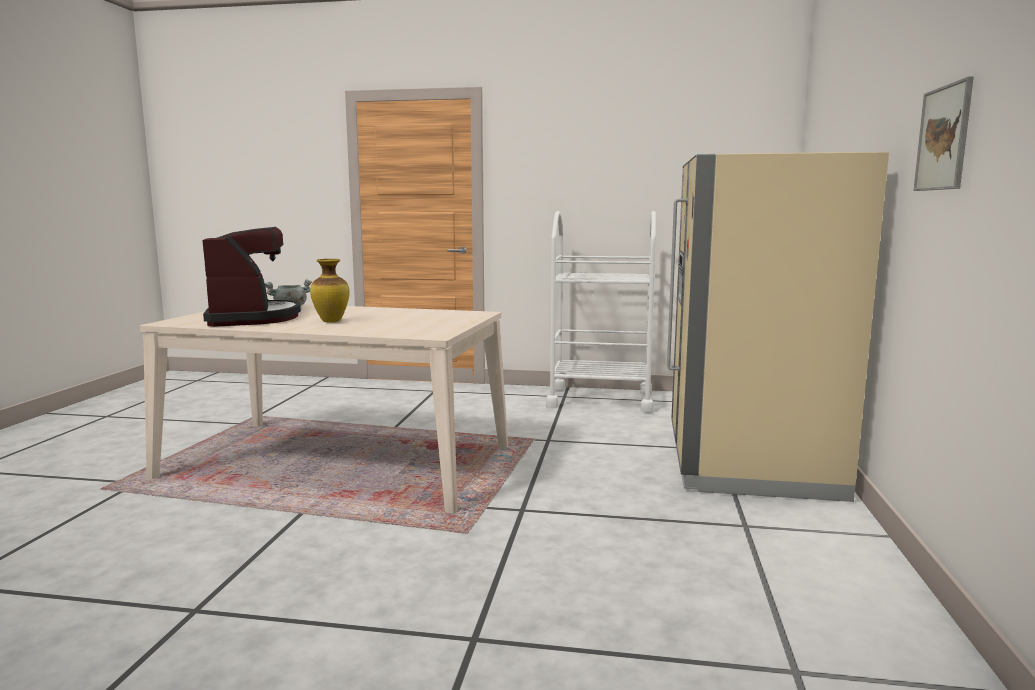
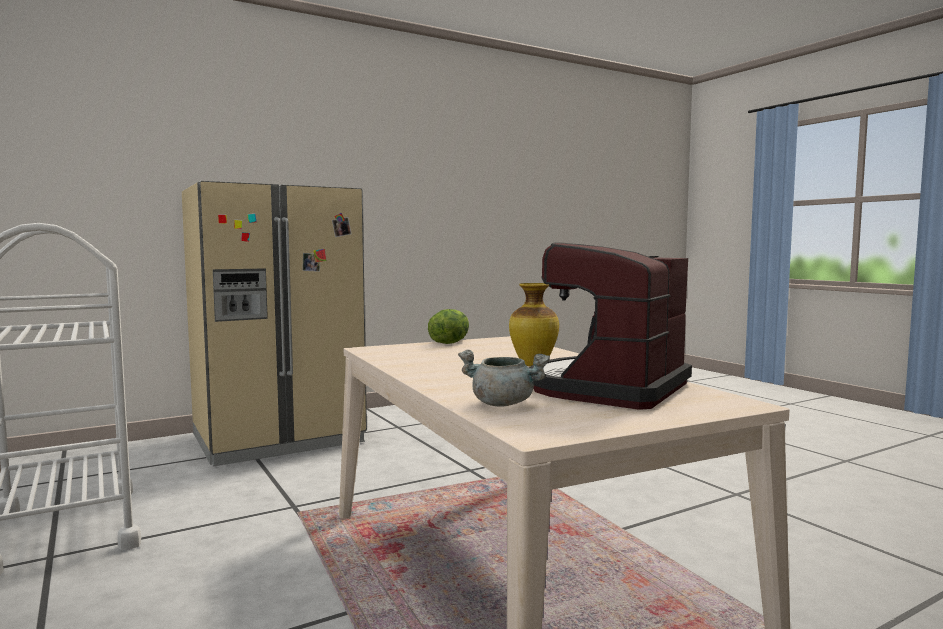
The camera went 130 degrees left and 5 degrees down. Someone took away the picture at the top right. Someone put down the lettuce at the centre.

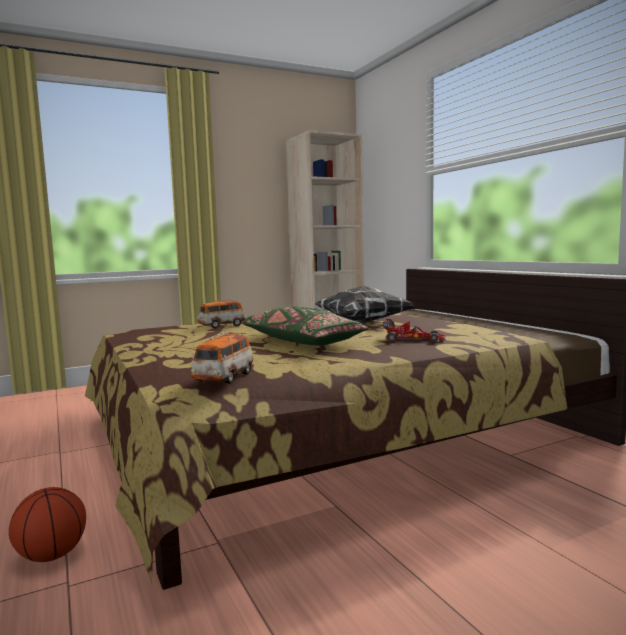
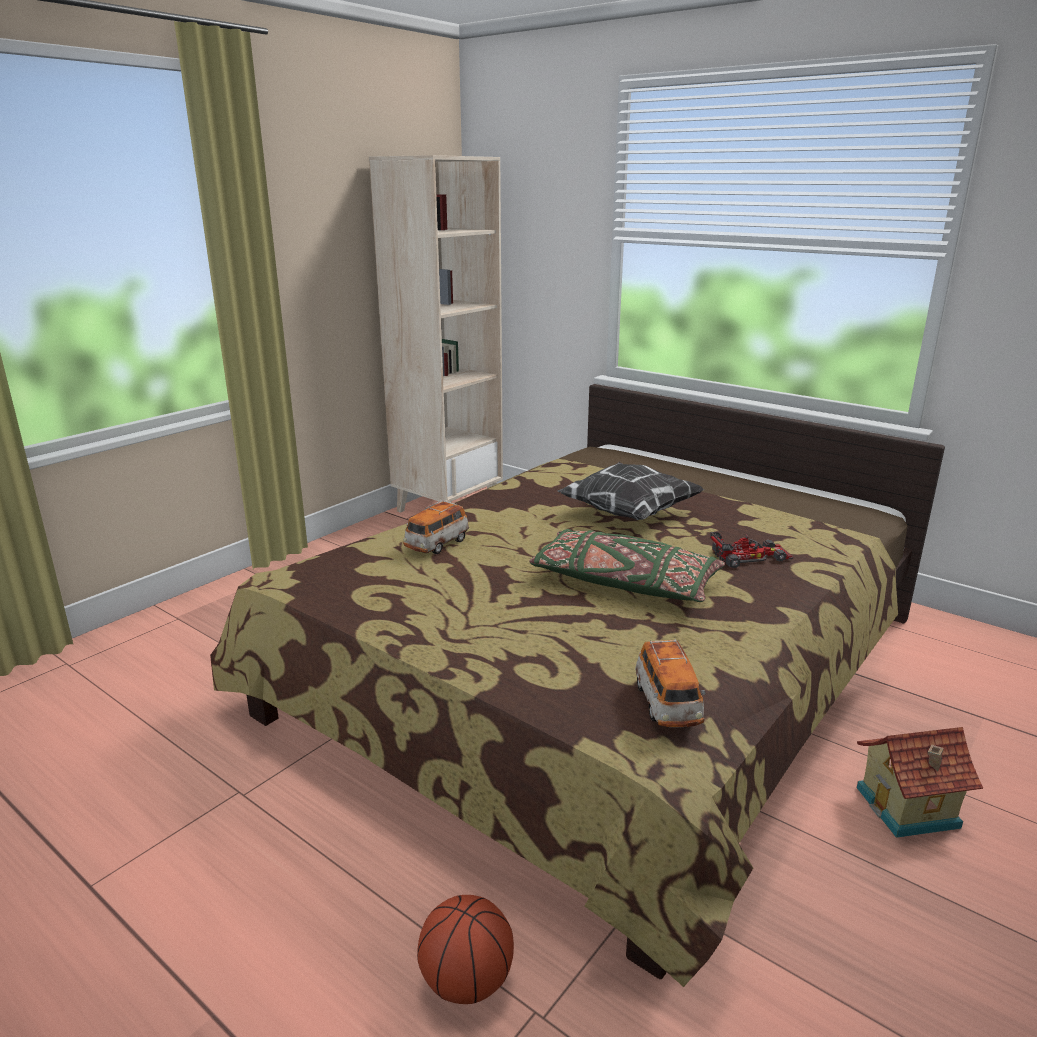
The camera went 25 degrees left and 15 degrees up. Someone put down the toy house at the bottom right.

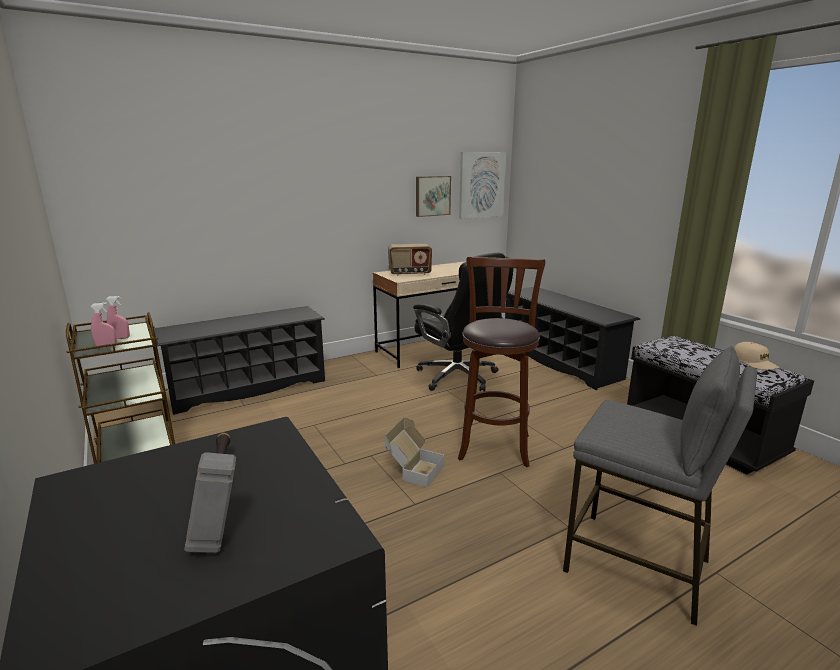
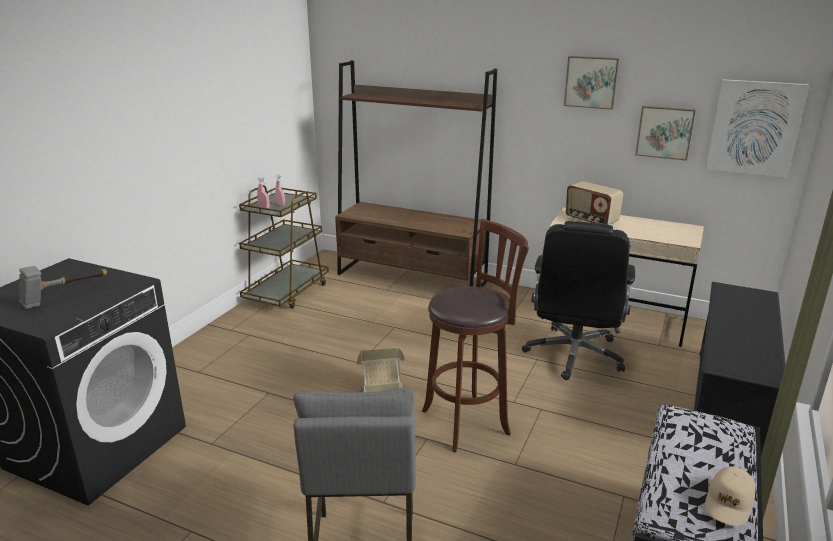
The camera went 55 degrees right and 5 degrees up. Someone put up the picture (no. 1 from left) at the top right. Someone swapped the shoe rack (black) (no. 1 from left) at the middle left for the bookcase (brown) at the top centre.

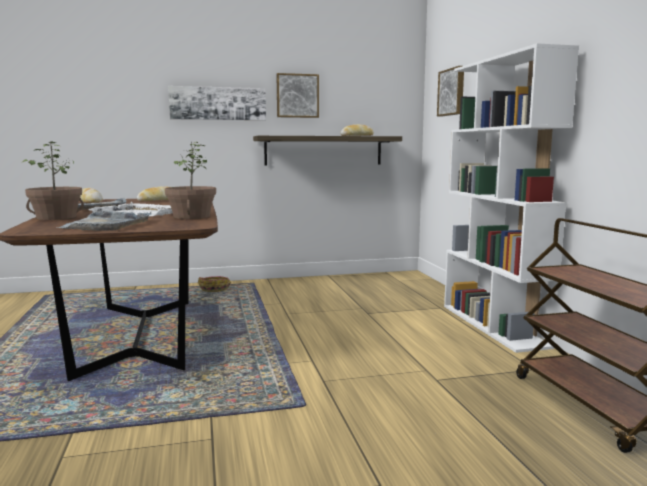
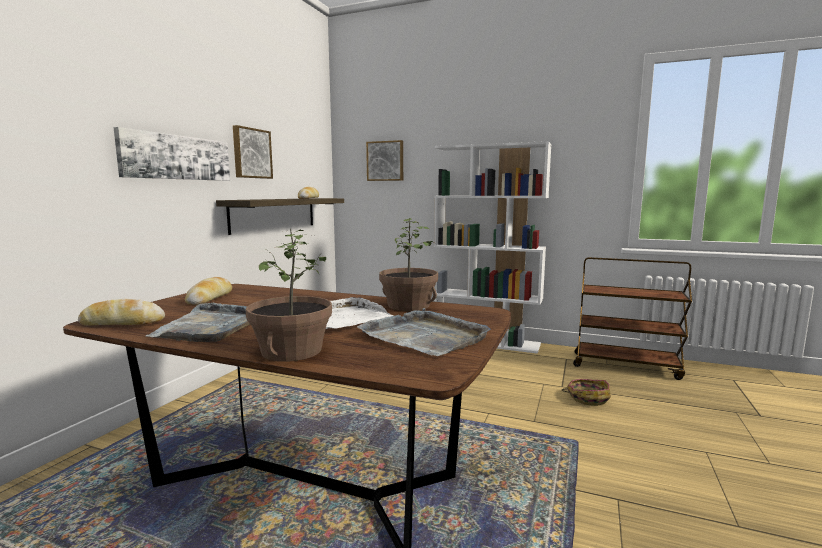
The camera went 55 degrees left and 0 degrees up. Someone carried the basket from the middle left to the bottom right.

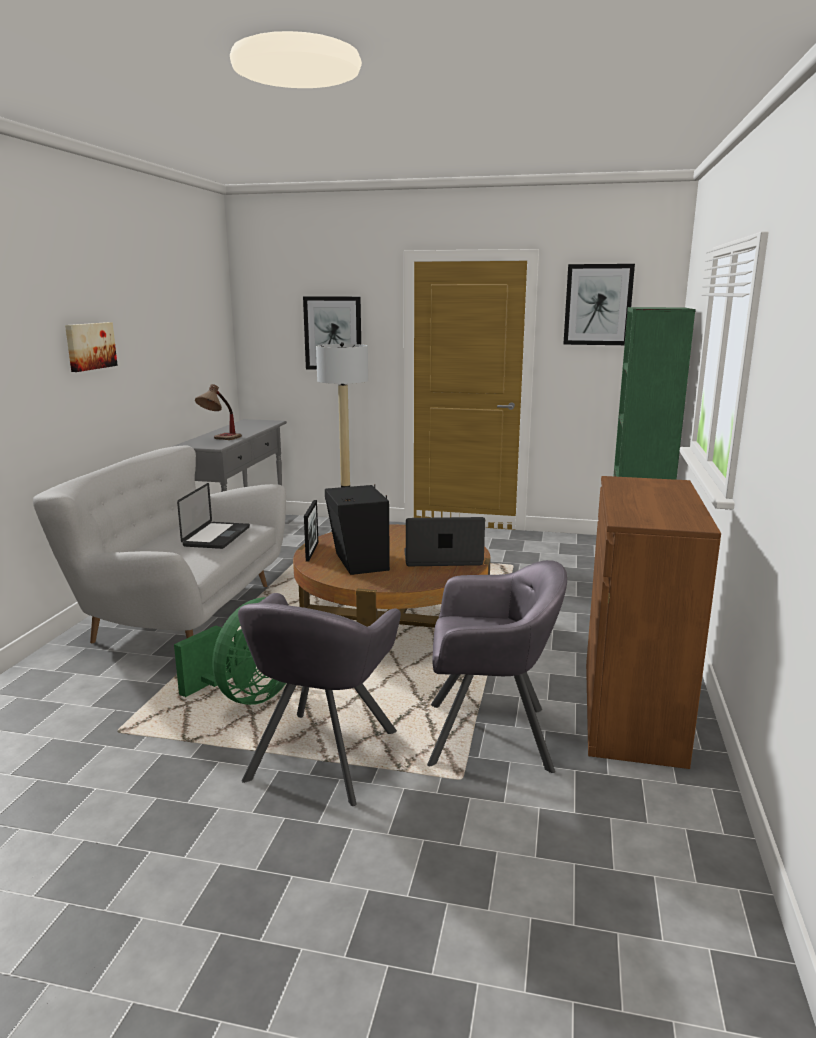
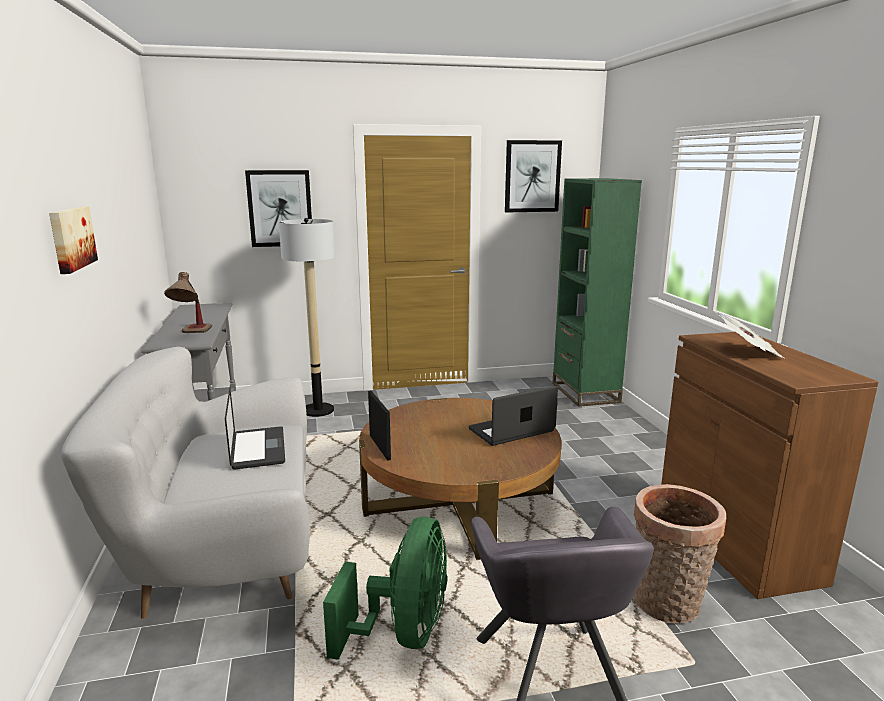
The camera went 25 degrees left and 0 degrees up. Someone took away the speaker (black) at the centre. Someone put down the newspaper at the middle right. Someone swapped the armchair (grey) (no. 2 from left) at the centre for the basket at the bottom right.

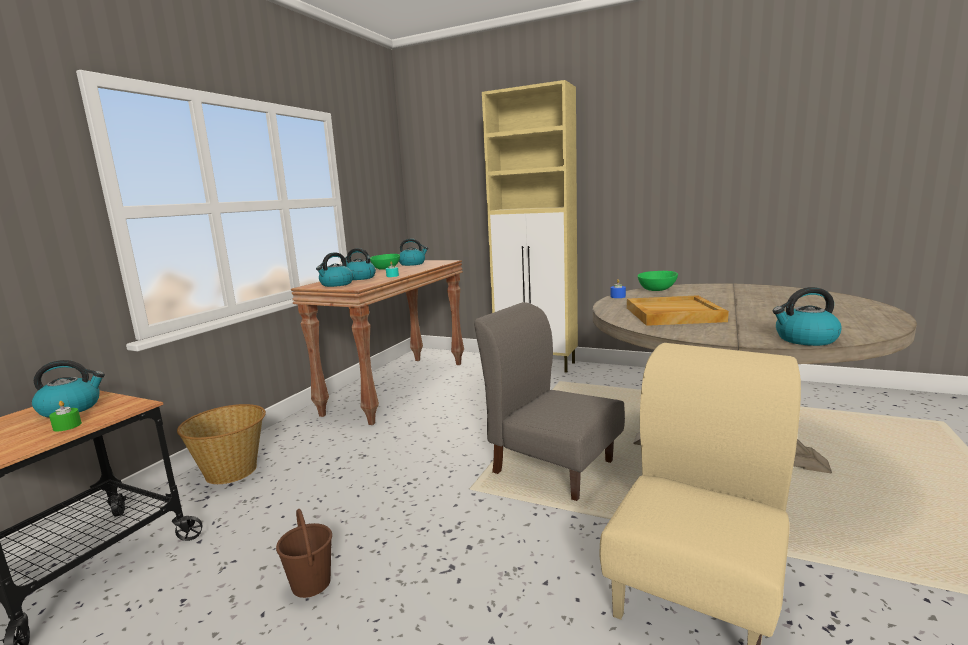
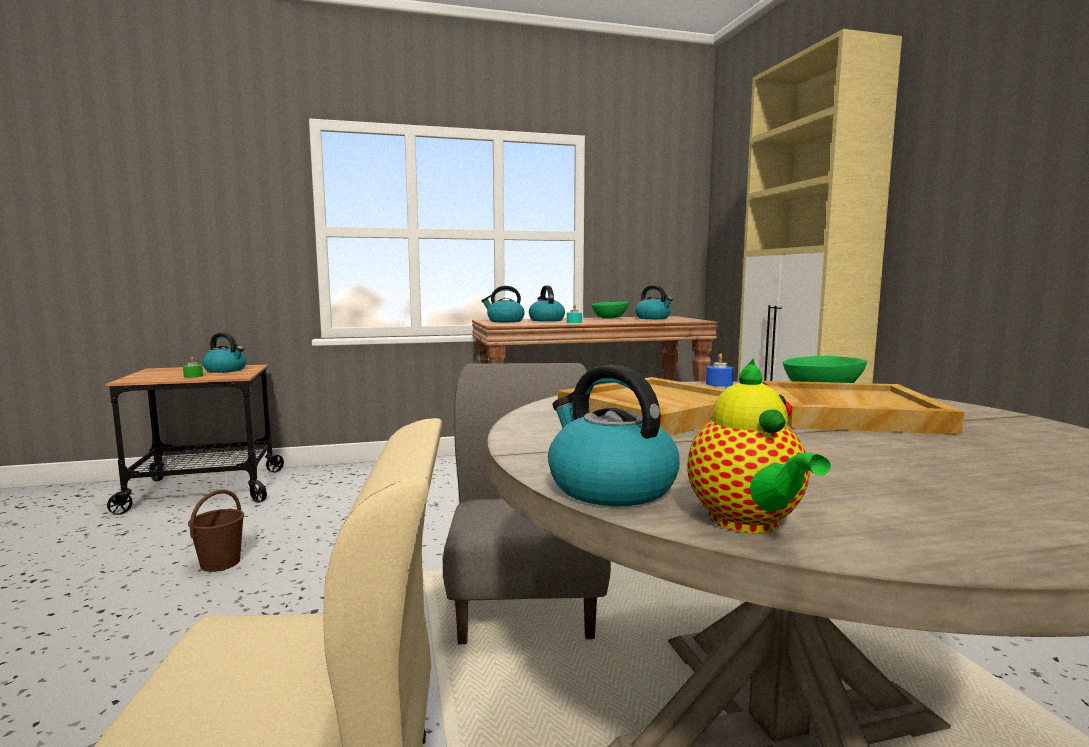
The camera went 50 degrees right and 5 degrees down. Someone took away the basket at the bottom left. Someone put down the teapot at the middle right. Someone put down the tray (beige) (no. 2 from left) at the middle right.

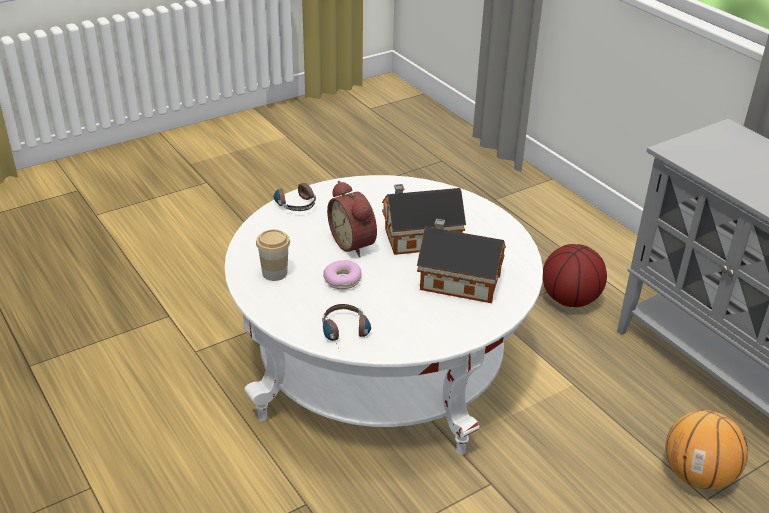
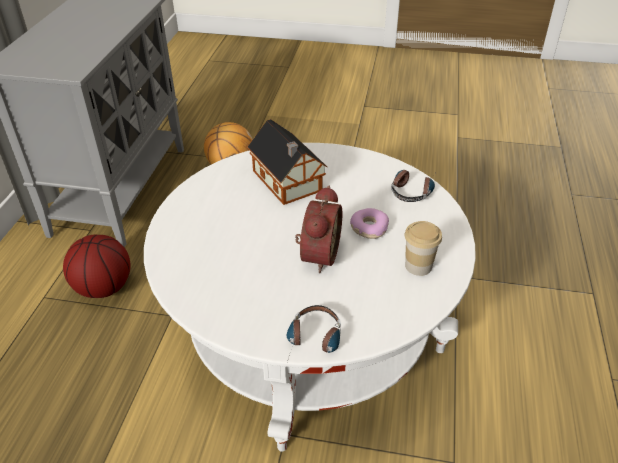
The camera went 135 degrees left and 5 degrees up. Someone took away the toy house (no. 1 from left) at the centre.

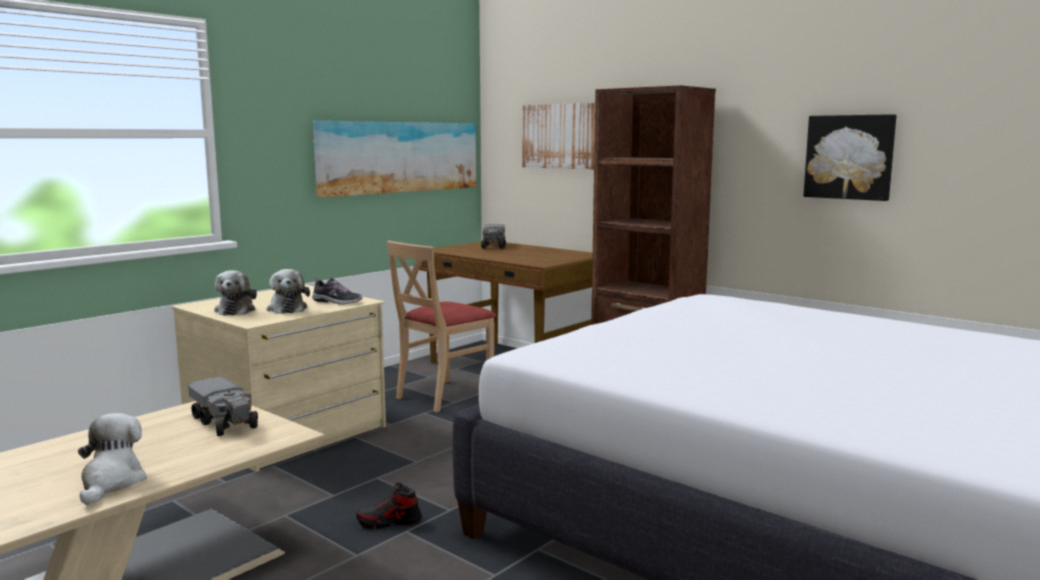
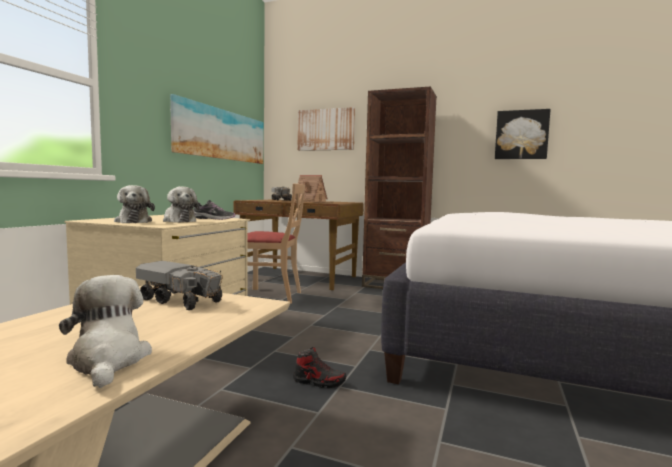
The camera went 20 degrees left and 5 degrees down. Someone put down the toy house at the centre. Someone rotated the shoe (no. 2 from left) at the bottom centre by 135 degrees counterclockwise. Someone rotated the chair (beige) at the centre by 105 degrees counterclockwise.

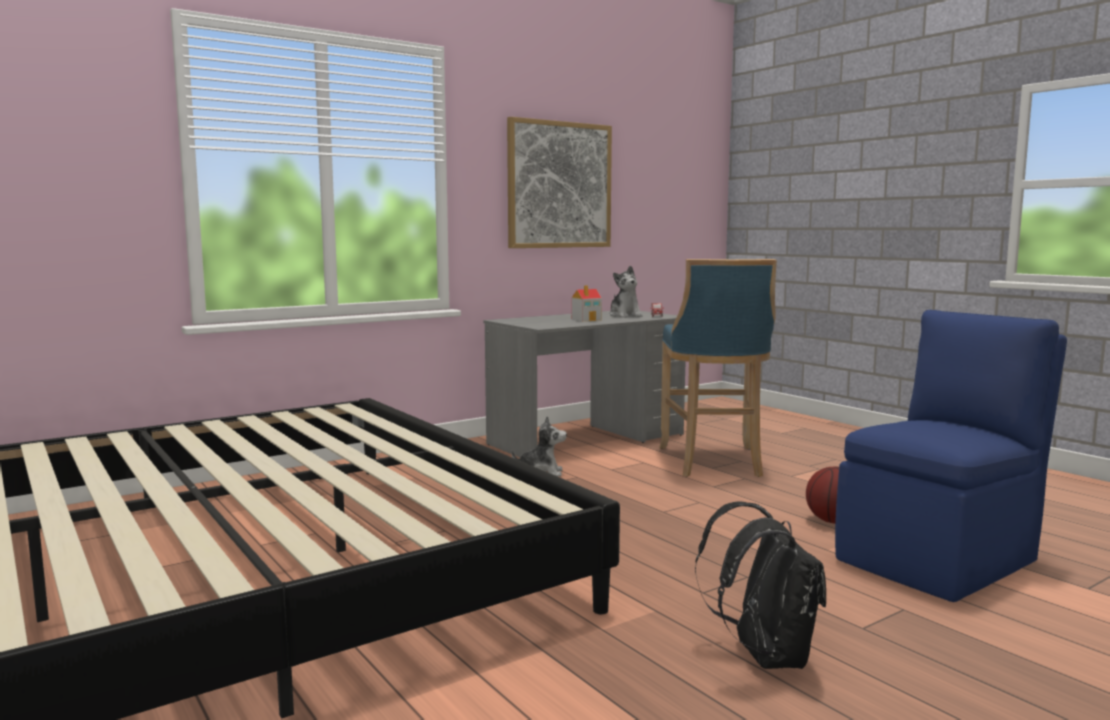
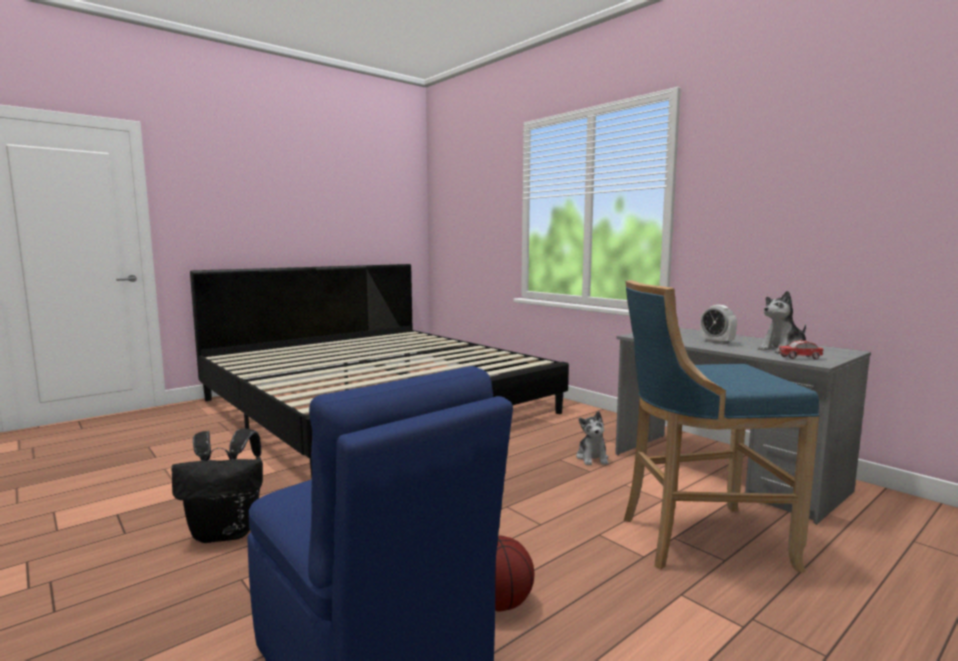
The camera went 85 degrees right and 0 degrees up. Someone took away the picture at the top centre. Someone swapped the toy house at the centre for the alarm clock at the middle right.

